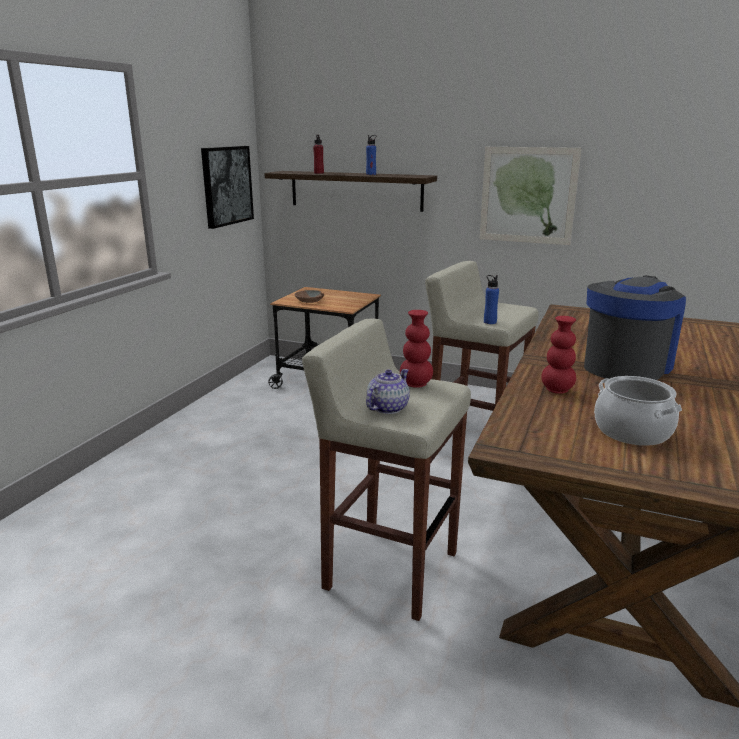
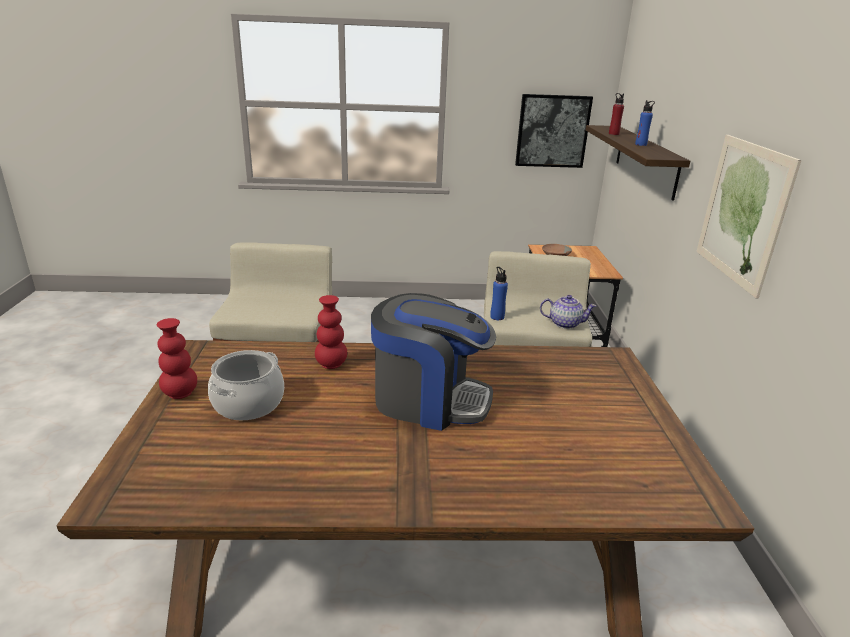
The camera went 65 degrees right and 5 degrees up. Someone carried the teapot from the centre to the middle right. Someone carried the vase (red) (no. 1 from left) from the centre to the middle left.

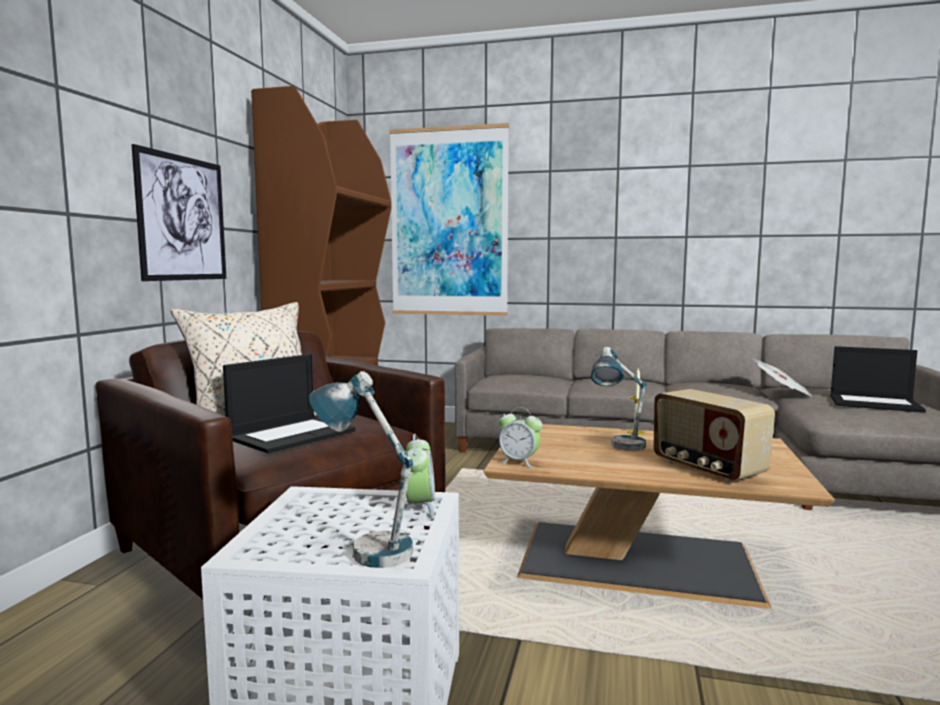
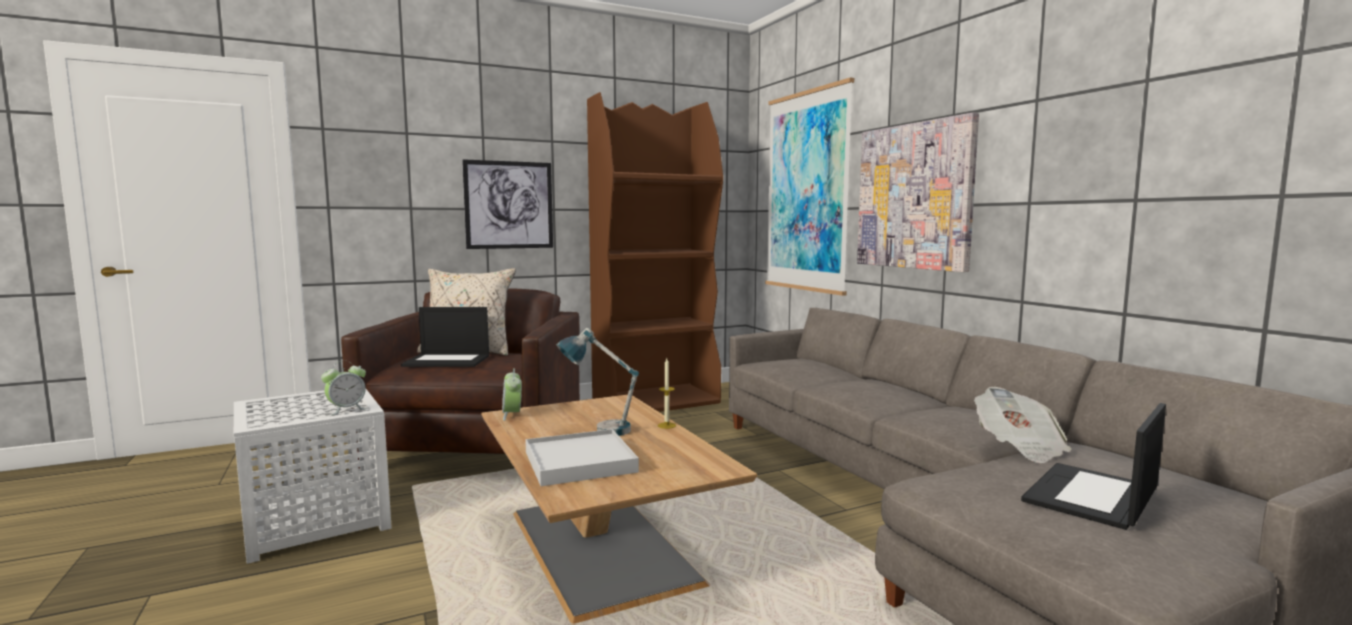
The camera went 50 degrees right and 0 degrees up. Someone took away the table lamp (no. 1 from left) at the centre. Someone put up the picture (no. 3 from left) at the top right. Someone swapped the radio at the middle right for the tray (white) at the bottom centre. Someone rotated the laptop (no. 2 from left) at the middle right by 60 degrees clockwise.

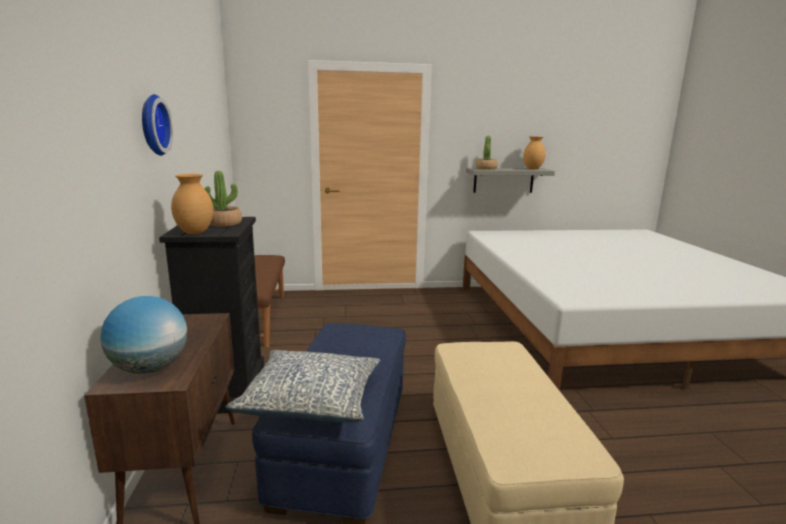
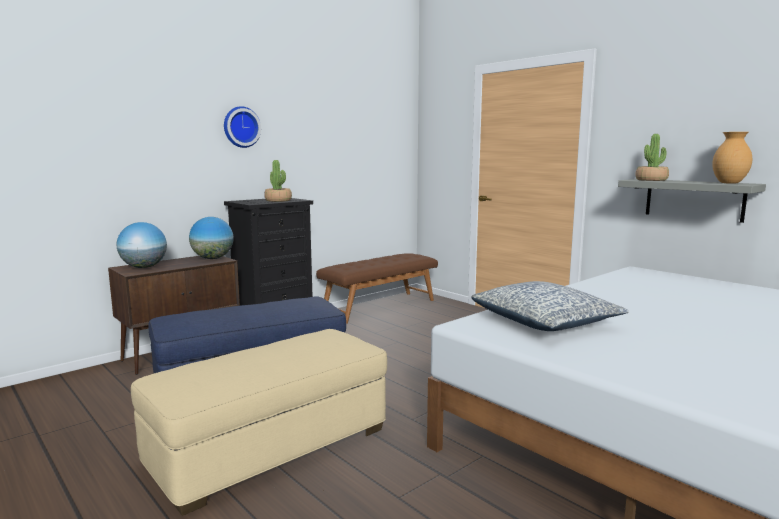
The camera went 55 degrees right and 5 degrees down. Someone took away the vase (brown) (no. 1 from left) at the middle left. Someone put down the globe (no. 2 from left) at the middle left. Someone carried the pillow from the bottom centre to the middle right.

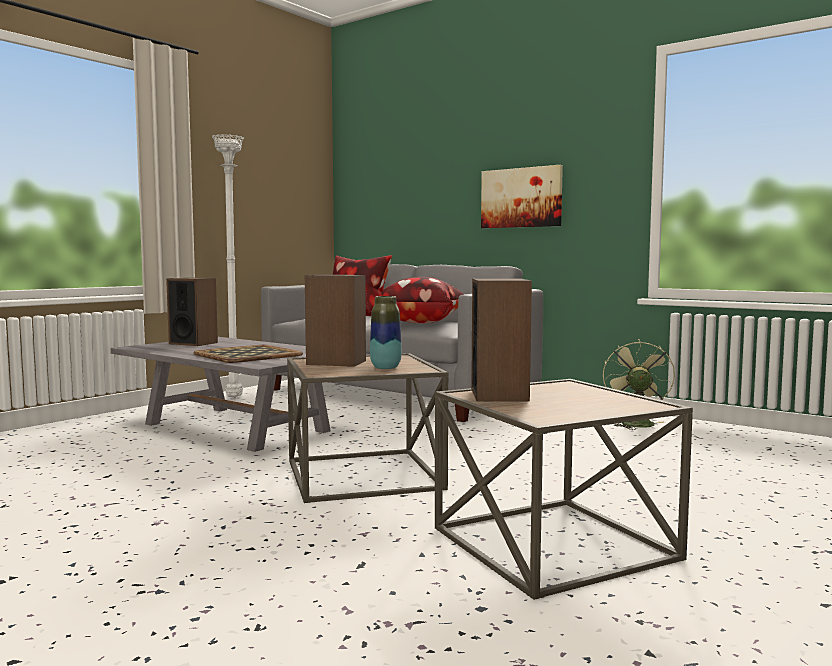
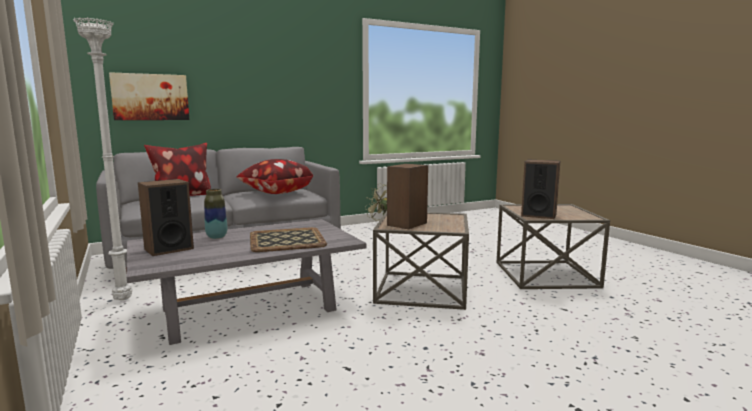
The camera went 65 degrees left and 5 degrees up. Someone carried the vase from the centre to the middle left. Someone carried the picture from the top centre to the top left.

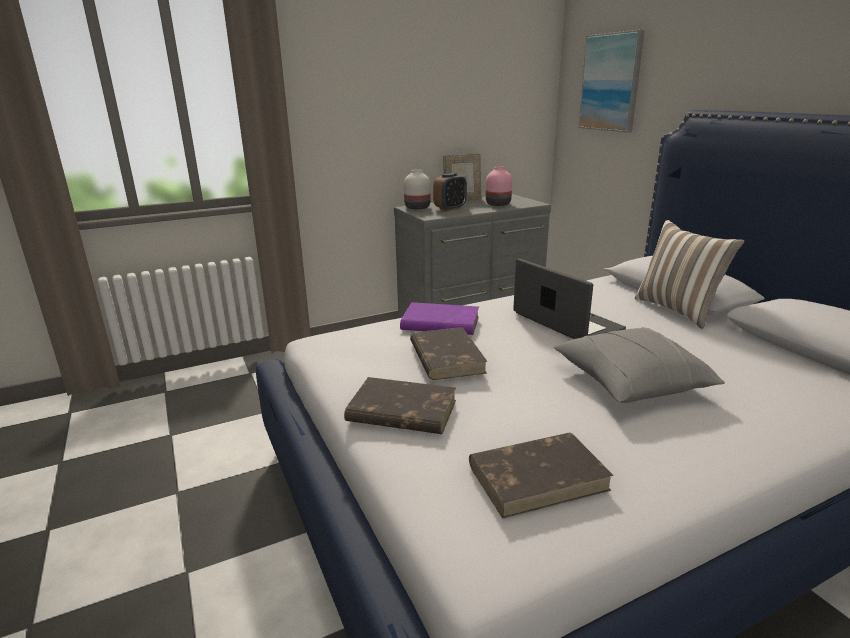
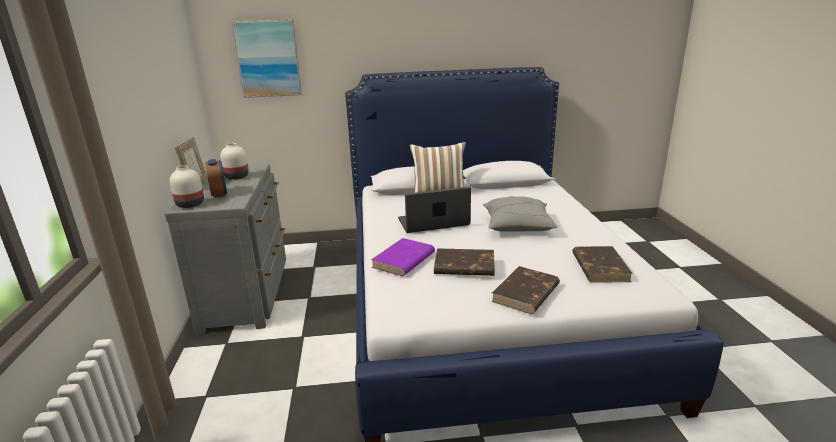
The camera went 70 degrees left and 0 degrees up. Someone repainted the vase (pink) at the top centre, which became the vase (white) (no. 2 from left) at the middle left.

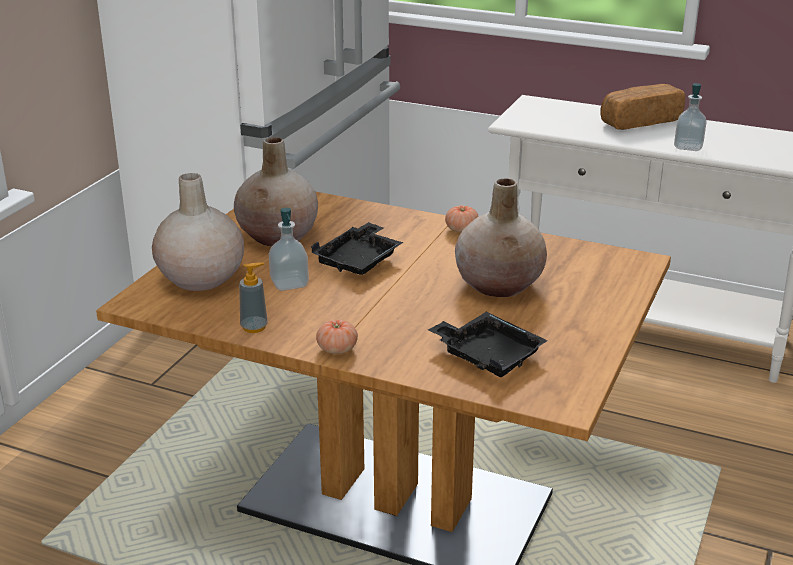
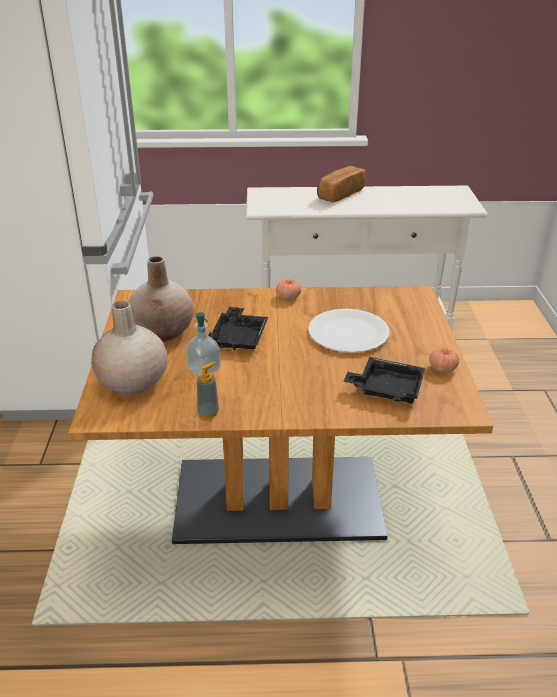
The camera went 25 degrees left and 5 degrees up. Someone took away the soap dispenser (no. 3 from left) at the top right. Someone carried the tomato (no. 1 from left in the first image) from the centre to the middle right. Someone swapped the vase (beige) (no. 3 from left) at the centre for the plate (white) at the centre.

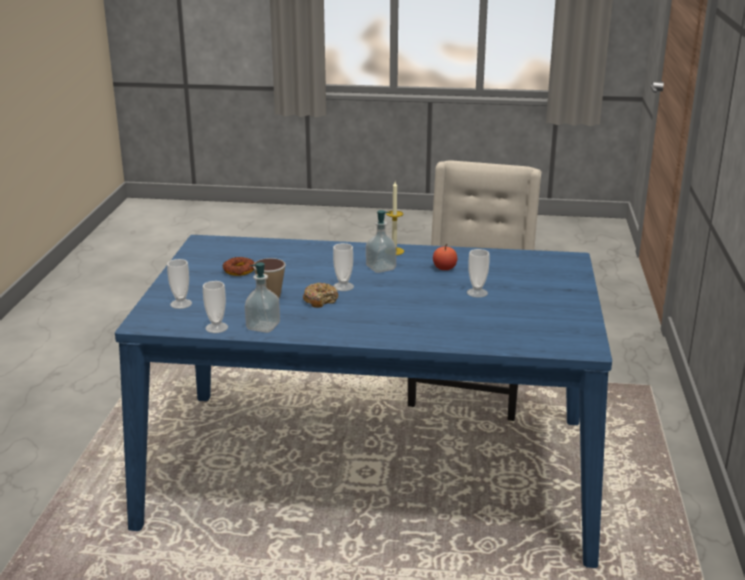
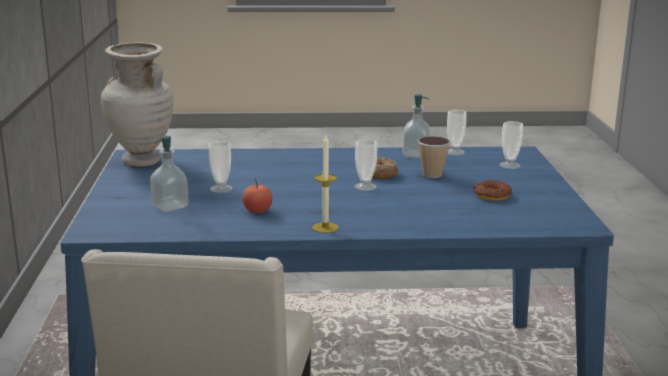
The camera went 170 degrees right and 5 degrees down. Someone put down the vase (beige) at the top left. Someone carried the soap dispenser (no. 2 from left in the first image) from the centre to the middle left.

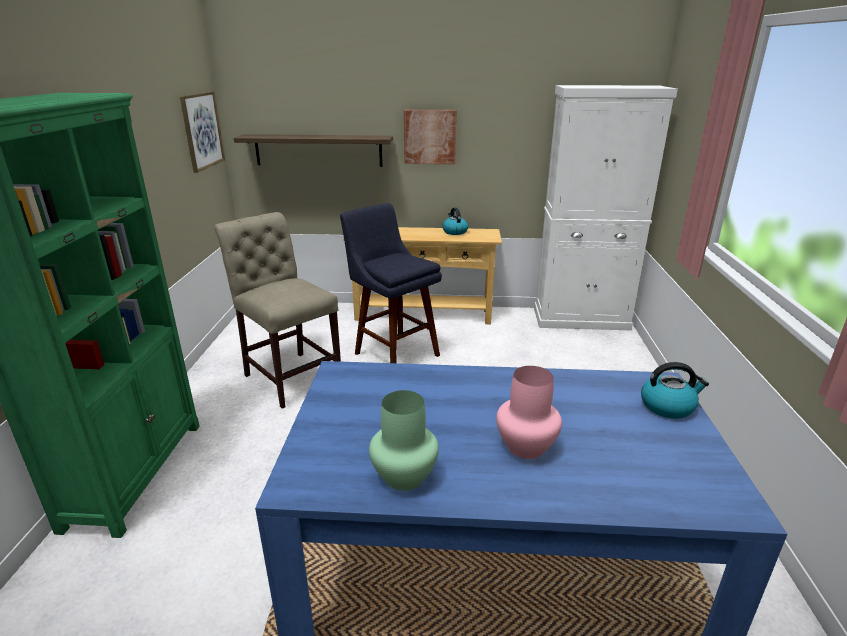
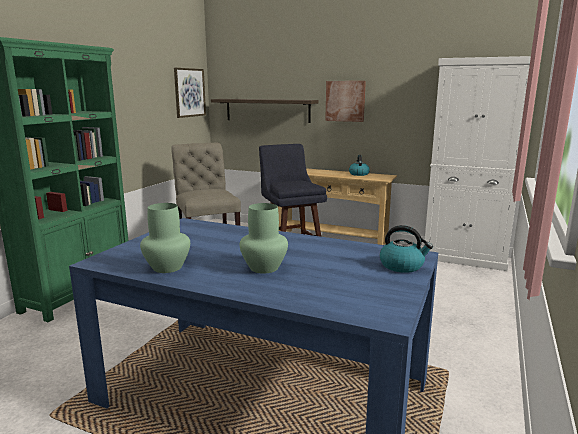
The camera went 20 degrees right and 10 degrees down. Someone repainted the vase (pink) at the centre, which became the vase (green) (no. 2 from left) at the centre.

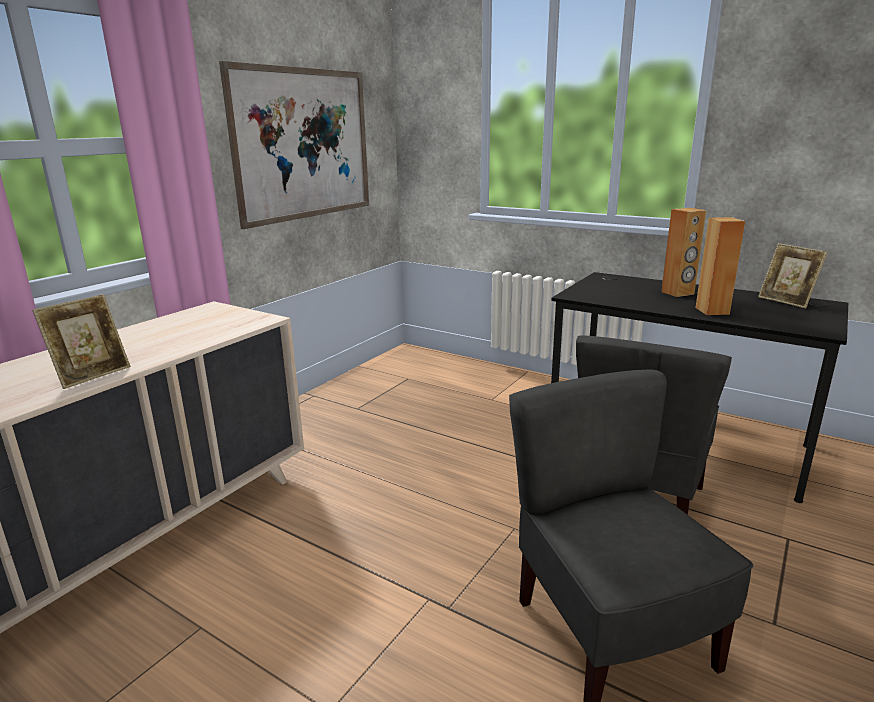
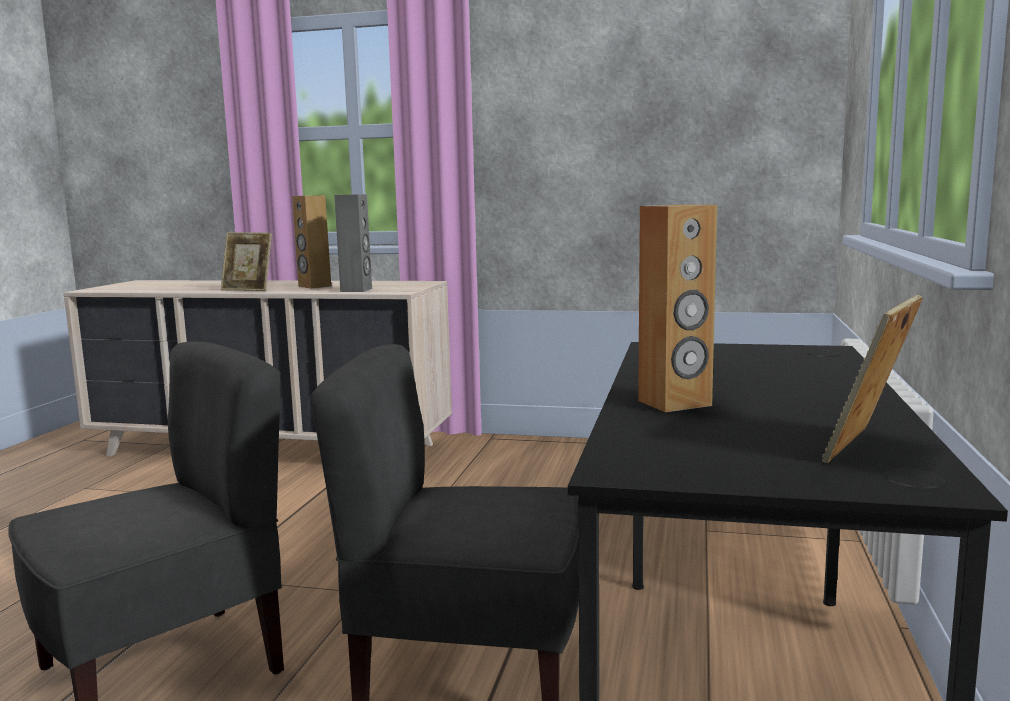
The camera went 70 degrees right and 10 degrees down. Someone took away the picture at the top centre. Someone put down the speaker (grey) at the centre. Someone carried the speaker (brown) (no. 1 from left) from the middle right to the middle left.

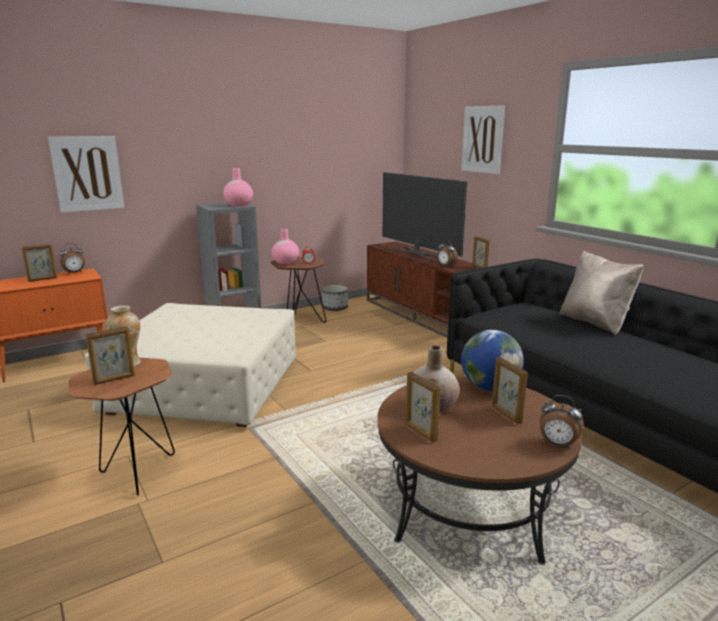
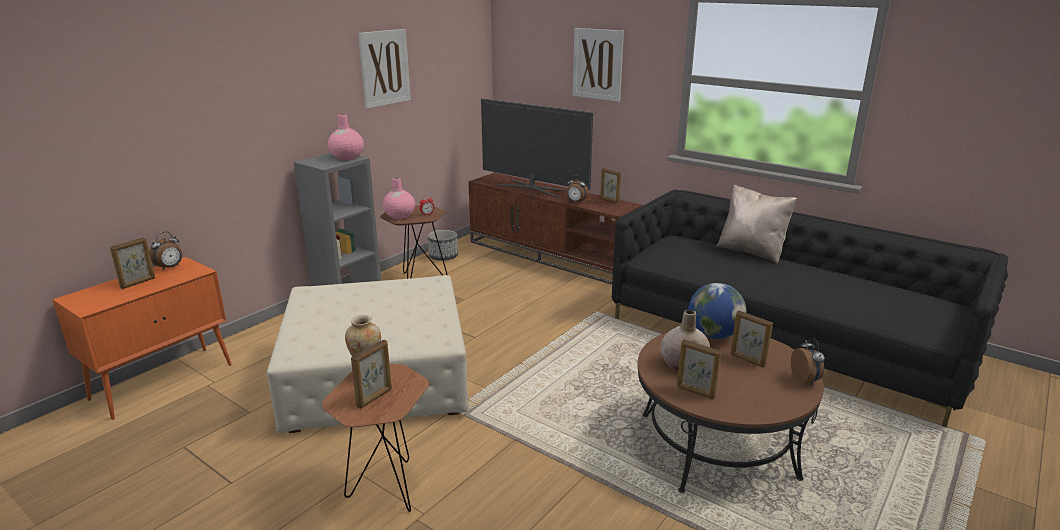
The camera went 20 degrees left and 5 degrees up. Someone carried the picture (no. 1 from left) from the top left to the top centre. Someone rotated the alarm clock (no. 4 from left) at the bottom right by 105 degrees counterclockwise.

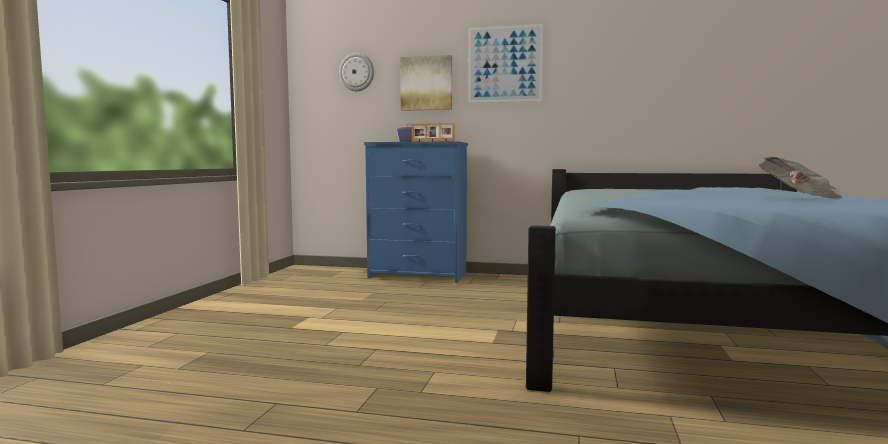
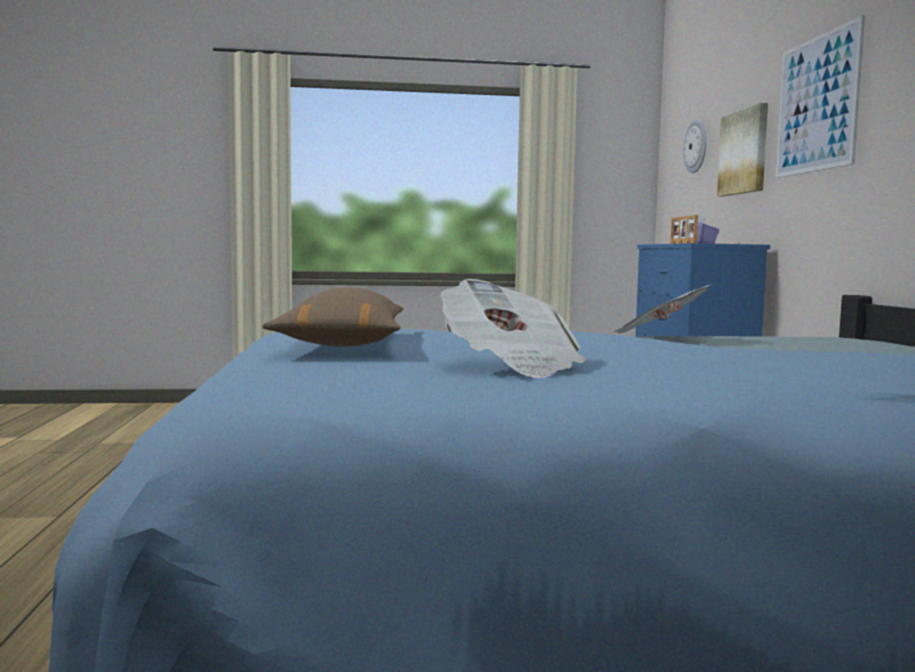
The camera went 70 degrees right and 0 degrees up. Someone put down the pillow (brown) at the centre. Someone put down the newspaper (no. 2 from left) at the middle right.

